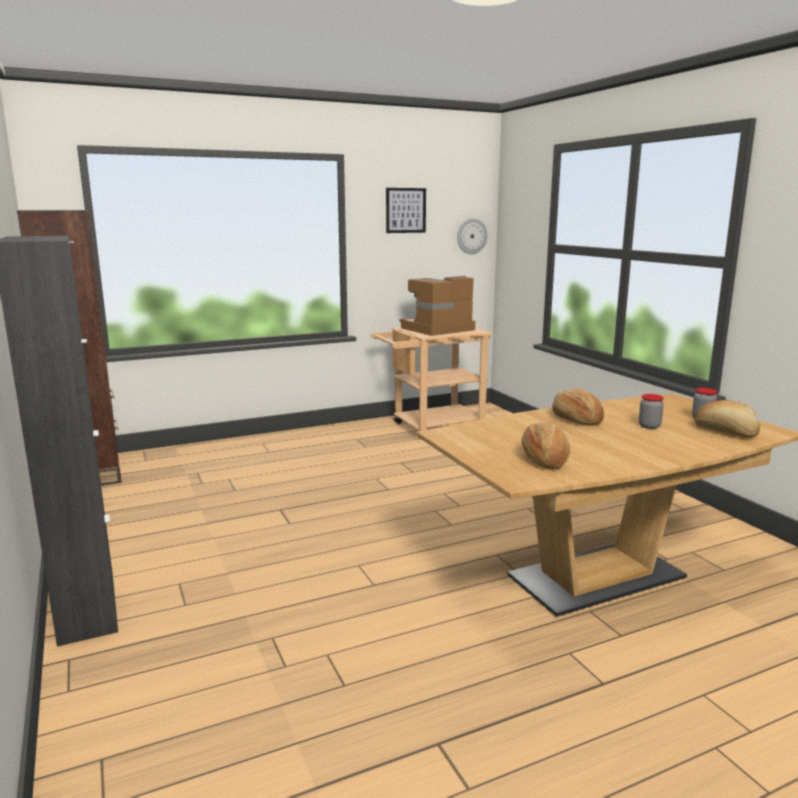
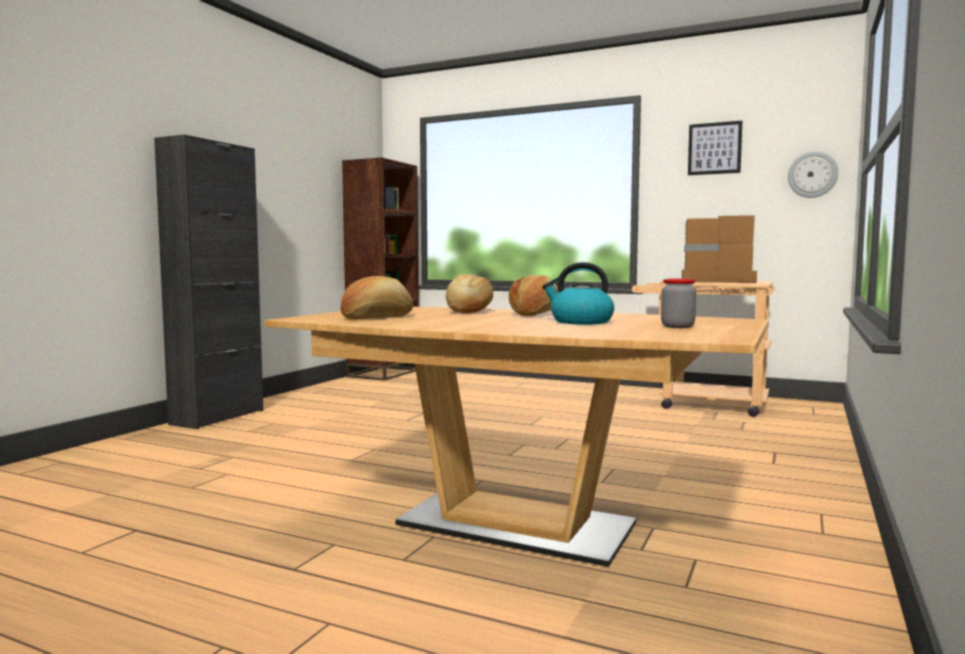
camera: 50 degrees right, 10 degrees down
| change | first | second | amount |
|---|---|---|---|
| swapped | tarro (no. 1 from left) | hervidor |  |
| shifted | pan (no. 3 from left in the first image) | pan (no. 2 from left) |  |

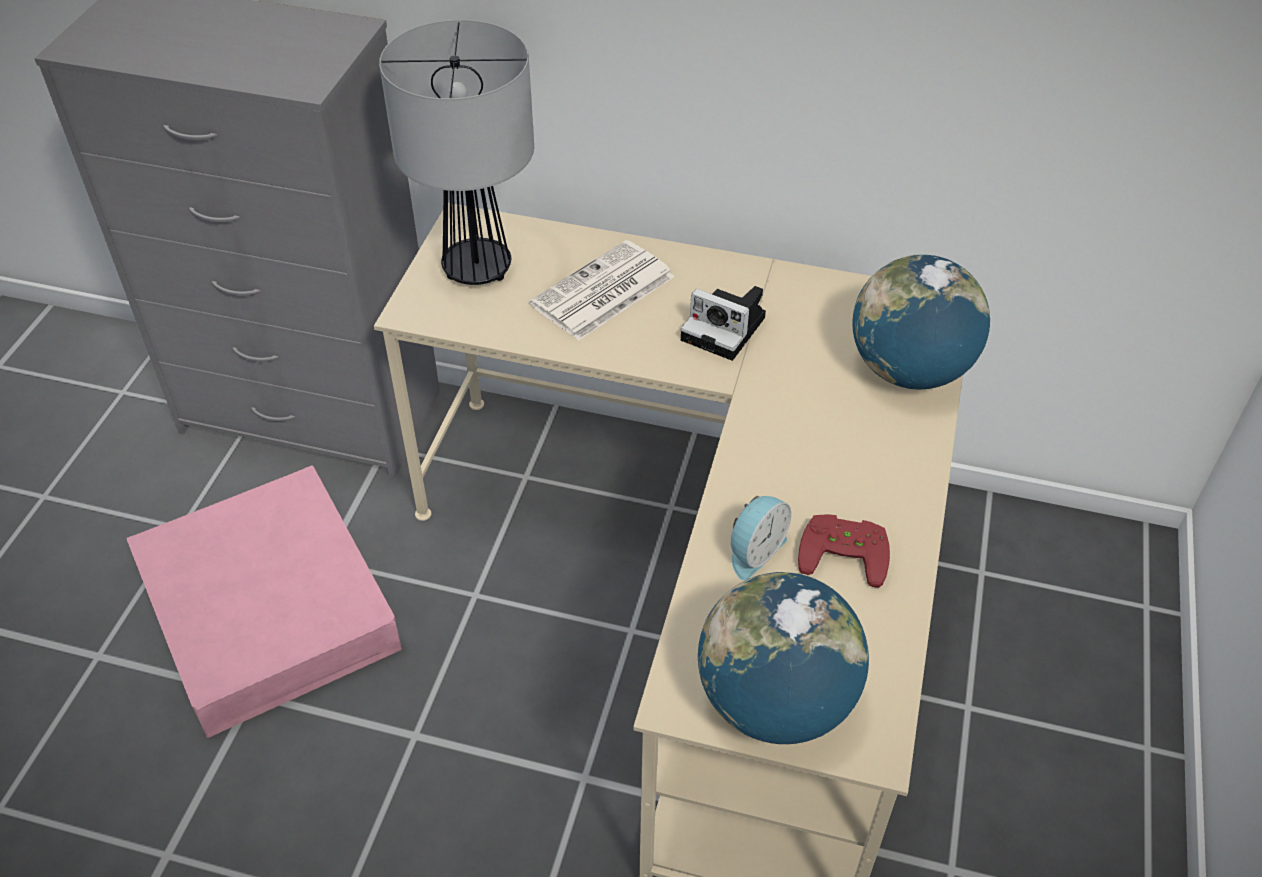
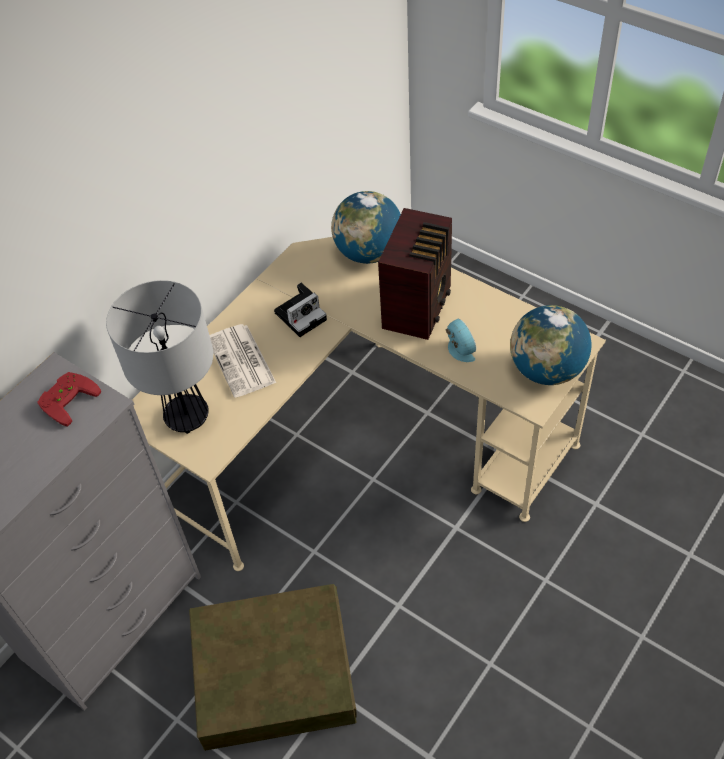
camera: 65 degrees left, 5 degrees up
| change | first | second | amount |
|---|---|---|---|
| repainted | caja de almacenaje [rosa] | caja de almacenaje [marrón] |  |
| shifted | mando de consola [rojo] |  |  |
| new |  | radio |  |

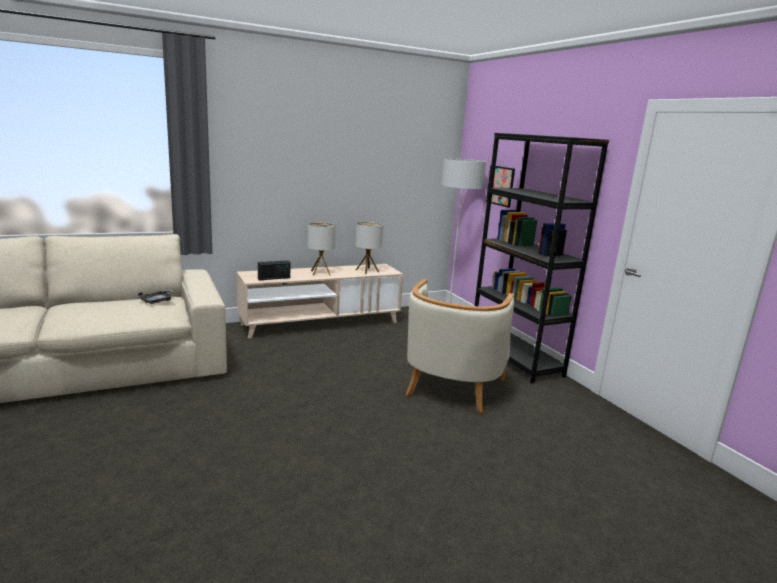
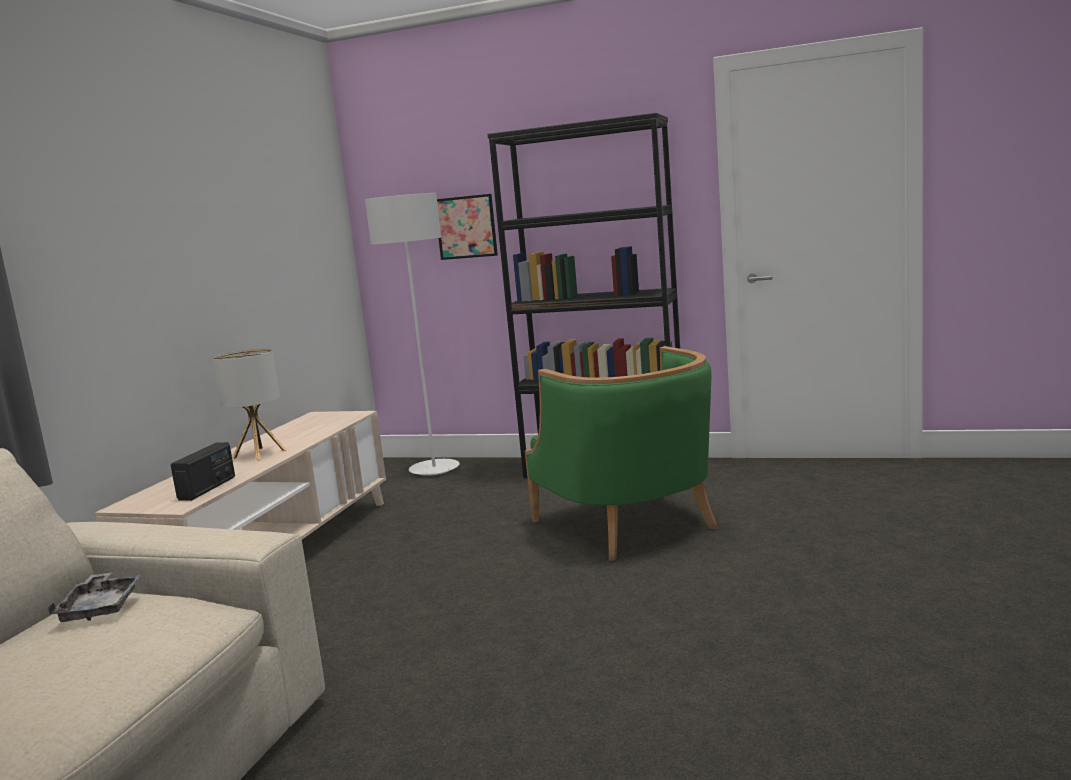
camera: 45 degrees left, 5 degrees down
| change | first | second | amount |
|---|---|---|---|
| gone | lámpara de mesa (no. 2 from left) |  |  |
| repainted | sillón [beis] | sillón [verde] |  |

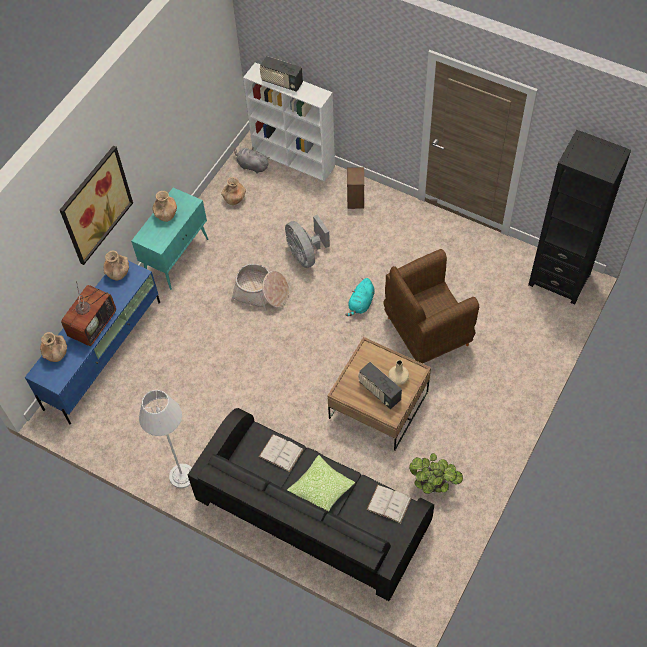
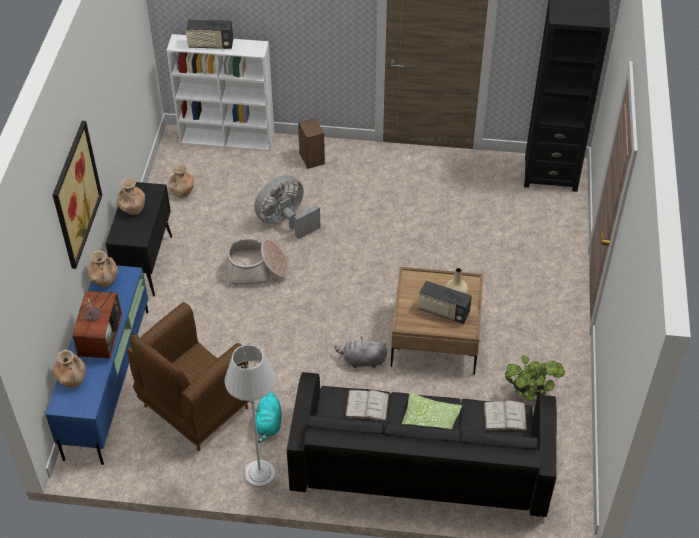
camera: 25 degrees left, 10 degrees down
| change | first | second | amount |
|---|---|---|---|
| repainted | armario [turquesa] | armario [negro] |  |
| shifted | peluche [gris] |  |  |
| rotated | ventilador [gris] |  | 105 degrees clockwise |
| shifted | peluche [turquesa] |  |  |
| shifted | sillón [marrón] |  |  |

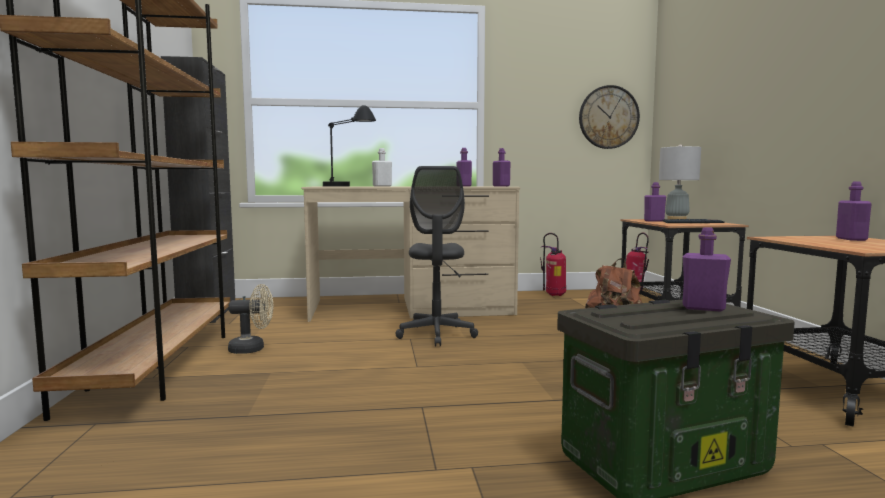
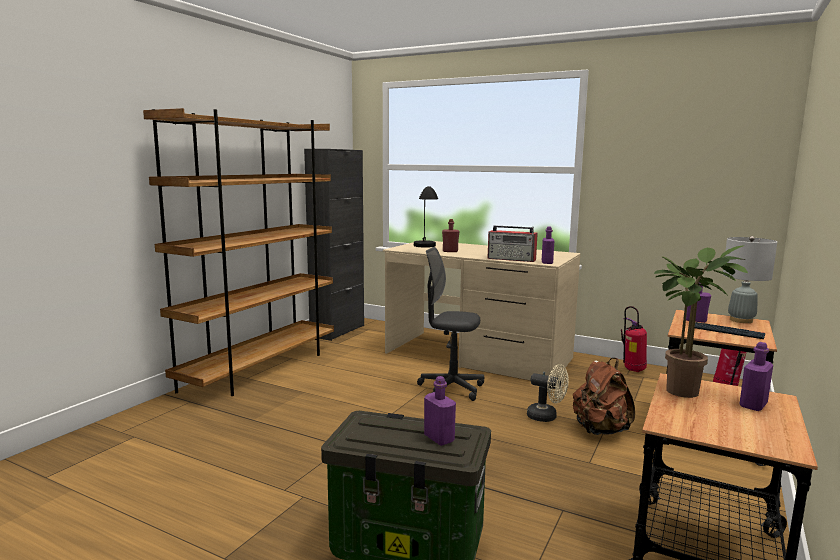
camera: 35 degrees right, 5 degrees up
| change | first | second | amount |
|---|---|---|---|
| shifted | ventilador [beis] |  |  |
| repainted | botella [blanco] | botella [rojo] |  |
| rotated | silla de oficina [gris] |  | 75 degrees clockwise |
| swapped | botella [morado] (no. 1 from left) | radio |  |
| gone | reloj de pared |  |  |
| new |  | planta en maceta |  |

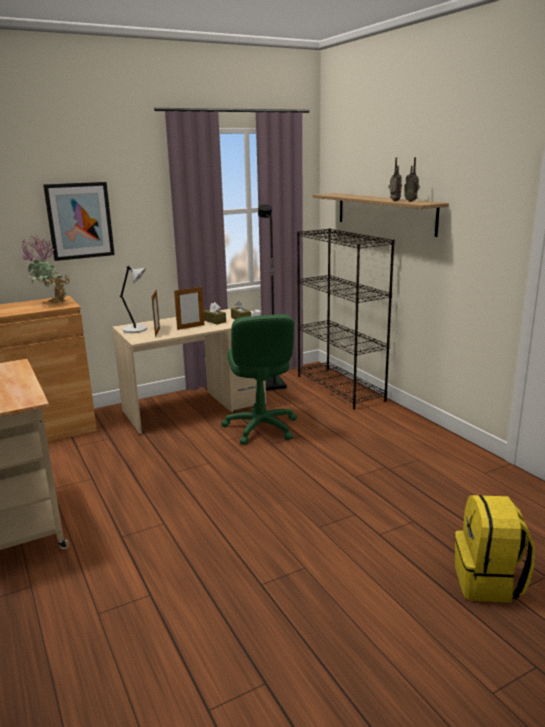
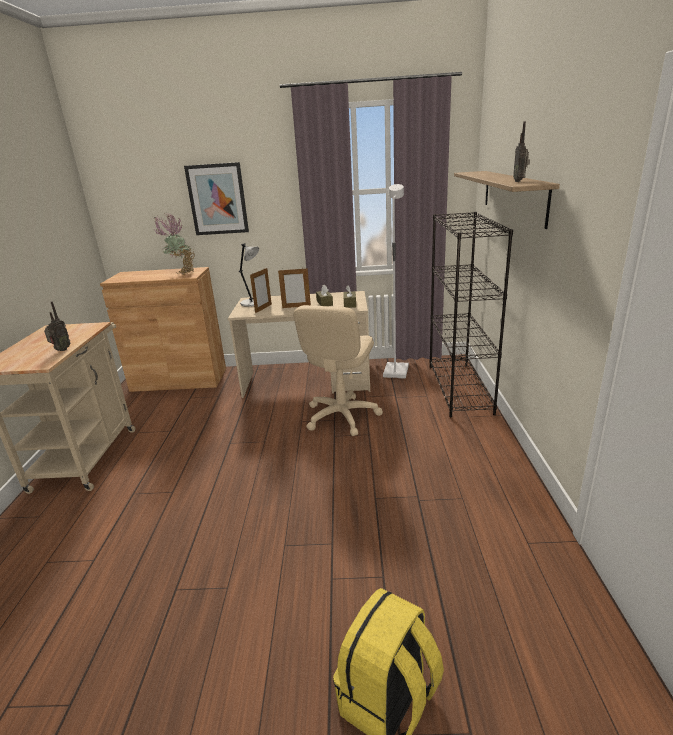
camera: 30 degrees right, 5 degrees up
| change | first | second | amount |
|---|---|---|---|
| repainted | silla de oficina [verde] | silla de oficina [beis] |  |
| repainted | lámpara de pie [negro] | lámpara de pie [blanco] |  |
| shifted | radio (no. 1 from left) |  |  |

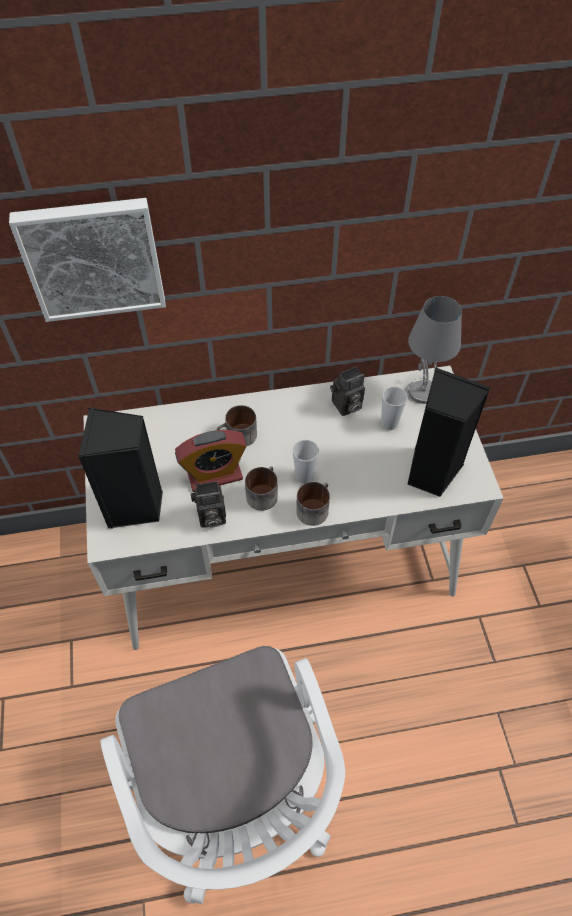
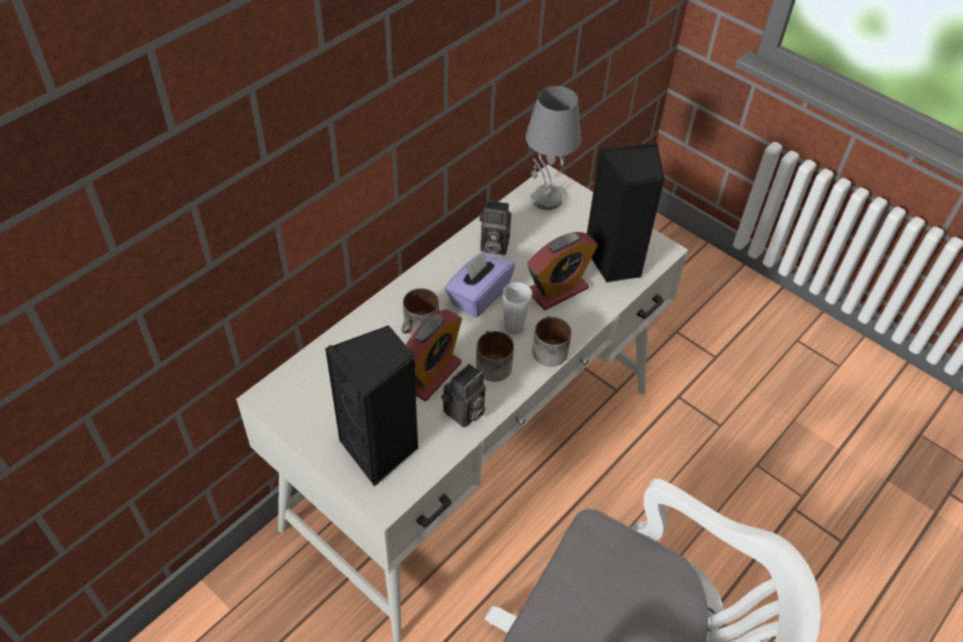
camera: 40 degrees left, 5 degrees down
| change | first | second | amount |
|---|---|---|---|
| gone | cuadro |  |  |
| rotated | cámara (no. 2 from left) |  | 75 degrees clockwise |
| gone | taza (no. 2 from left) |  |  |
| new |  | caja de pañuelos [morado] |  |
| new |  | despertador (no. 2 from left) |  |

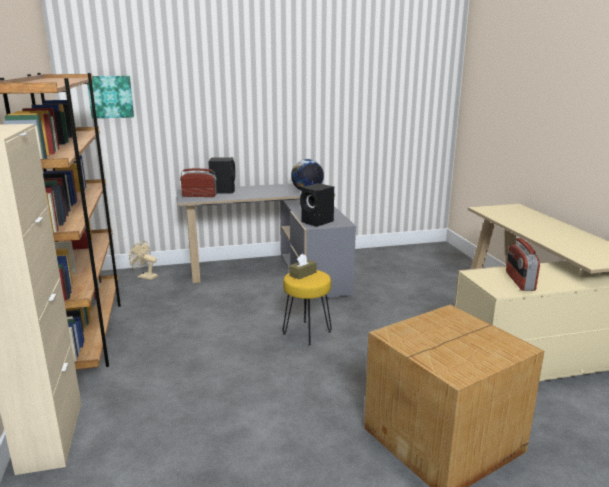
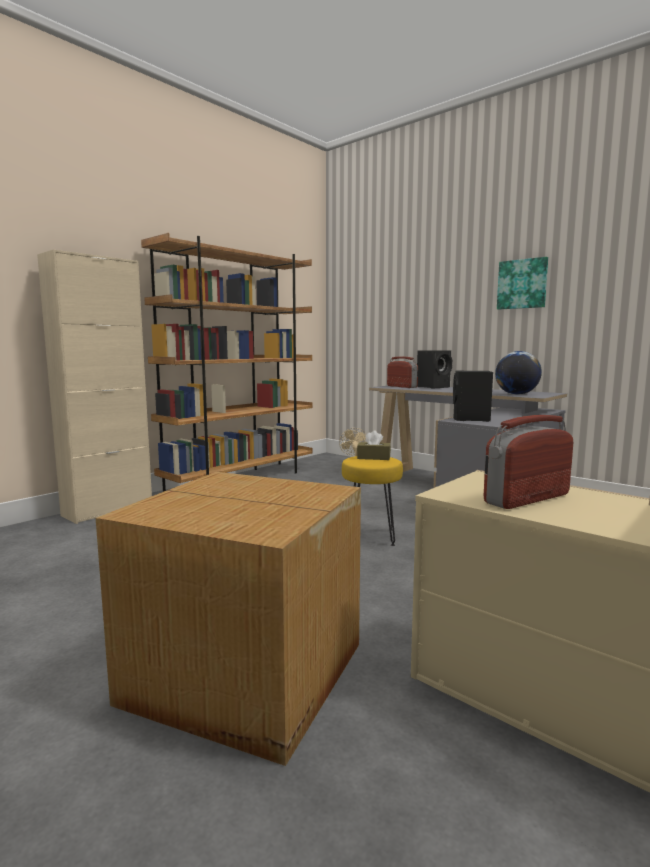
camera: 55 degrees right, 10 degrees down
| change | first | second | amount |
|---|---|---|---|
| shifted | cuadro |  |  |

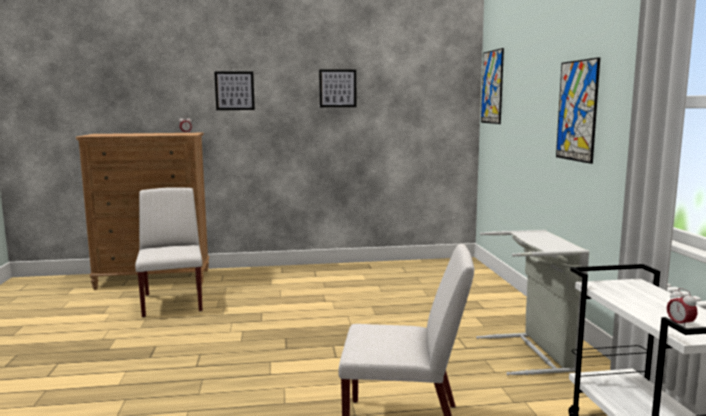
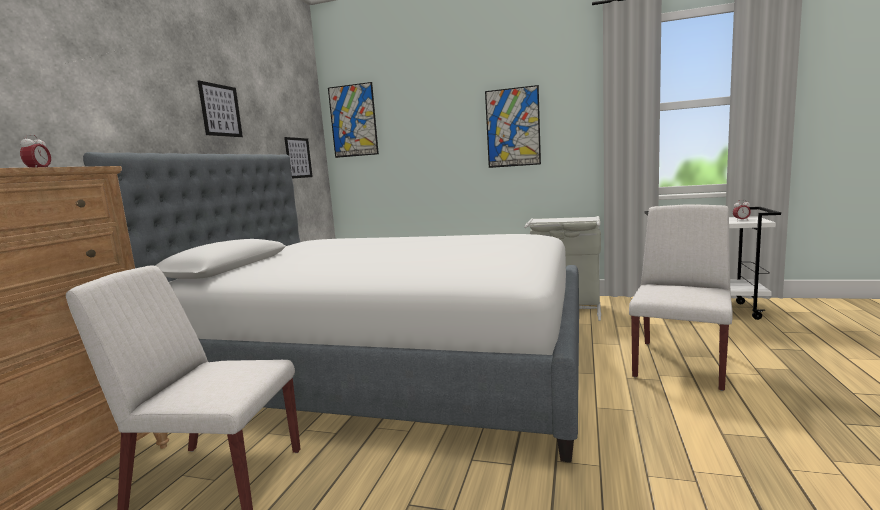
camera: 65 degrees left, 0 degrees up
| change | first | second | amount |
|---|---|---|---|
| shifted | cuadro (no. 1 from left in the first image) | cuadro (no. 2 from left) |  |
| new |  | cama |  |

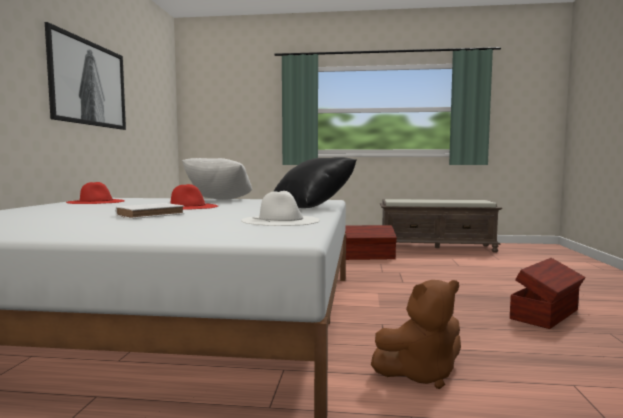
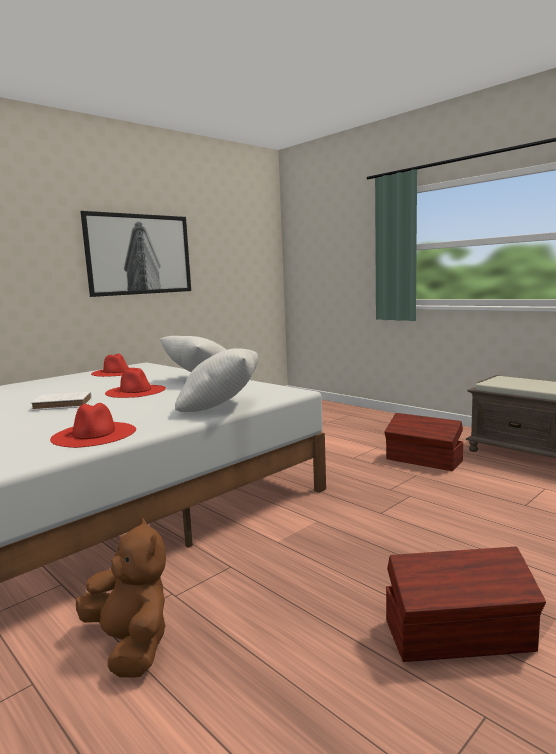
camera: 40 degrees right, 5 degrees up
| change | first | second | amount |
|---|---|---|---|
| repainted | sombrero [blanco] | sombrero [rojo] (no. 1 from left) |  |
| repainted | cojín [negro] | cojín [blanco] (no. 2 from left) |  |
| rotated | peluche [marrón] |  | 150 degrees counterclockwise |

